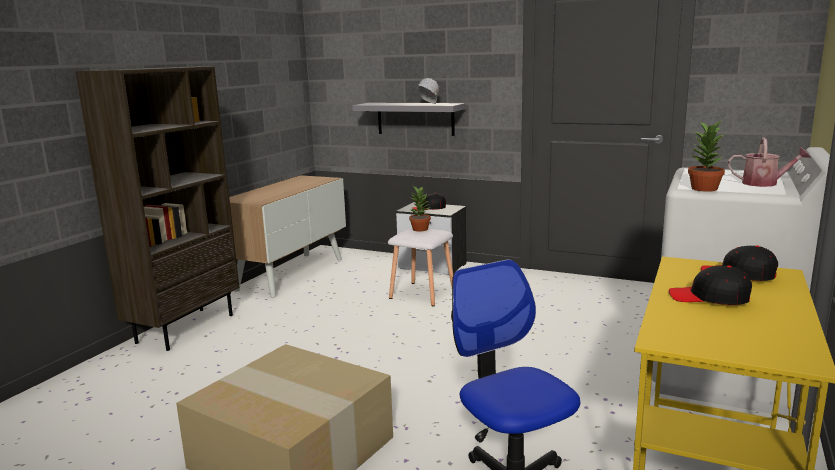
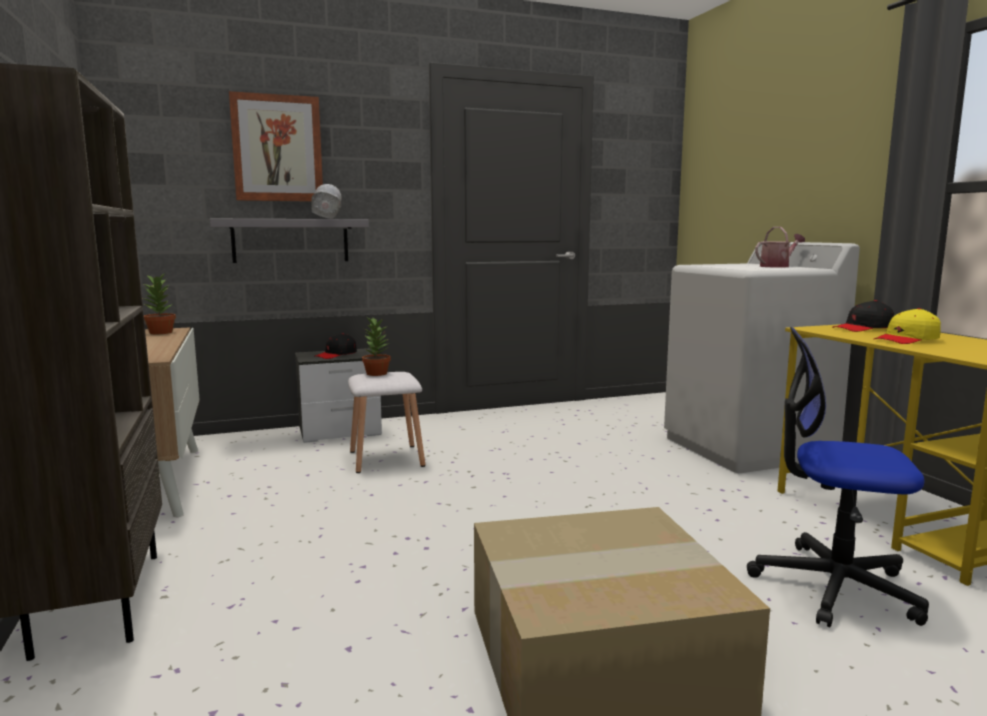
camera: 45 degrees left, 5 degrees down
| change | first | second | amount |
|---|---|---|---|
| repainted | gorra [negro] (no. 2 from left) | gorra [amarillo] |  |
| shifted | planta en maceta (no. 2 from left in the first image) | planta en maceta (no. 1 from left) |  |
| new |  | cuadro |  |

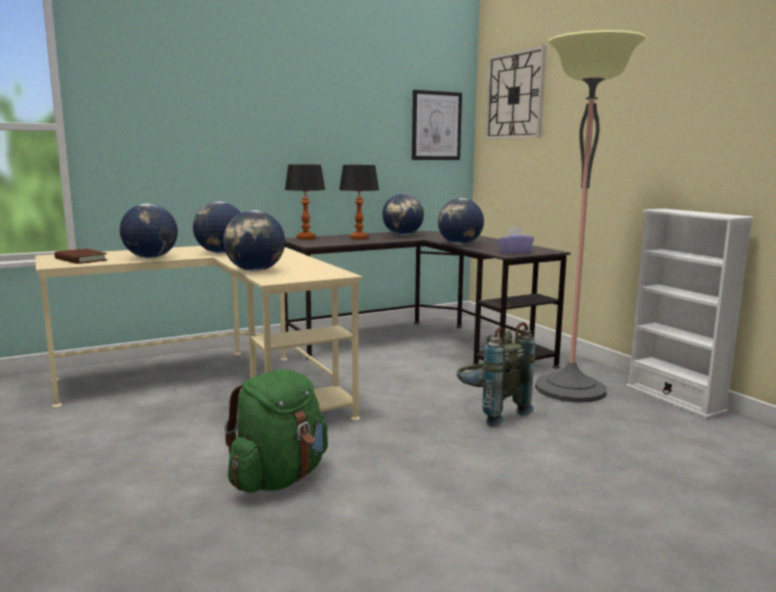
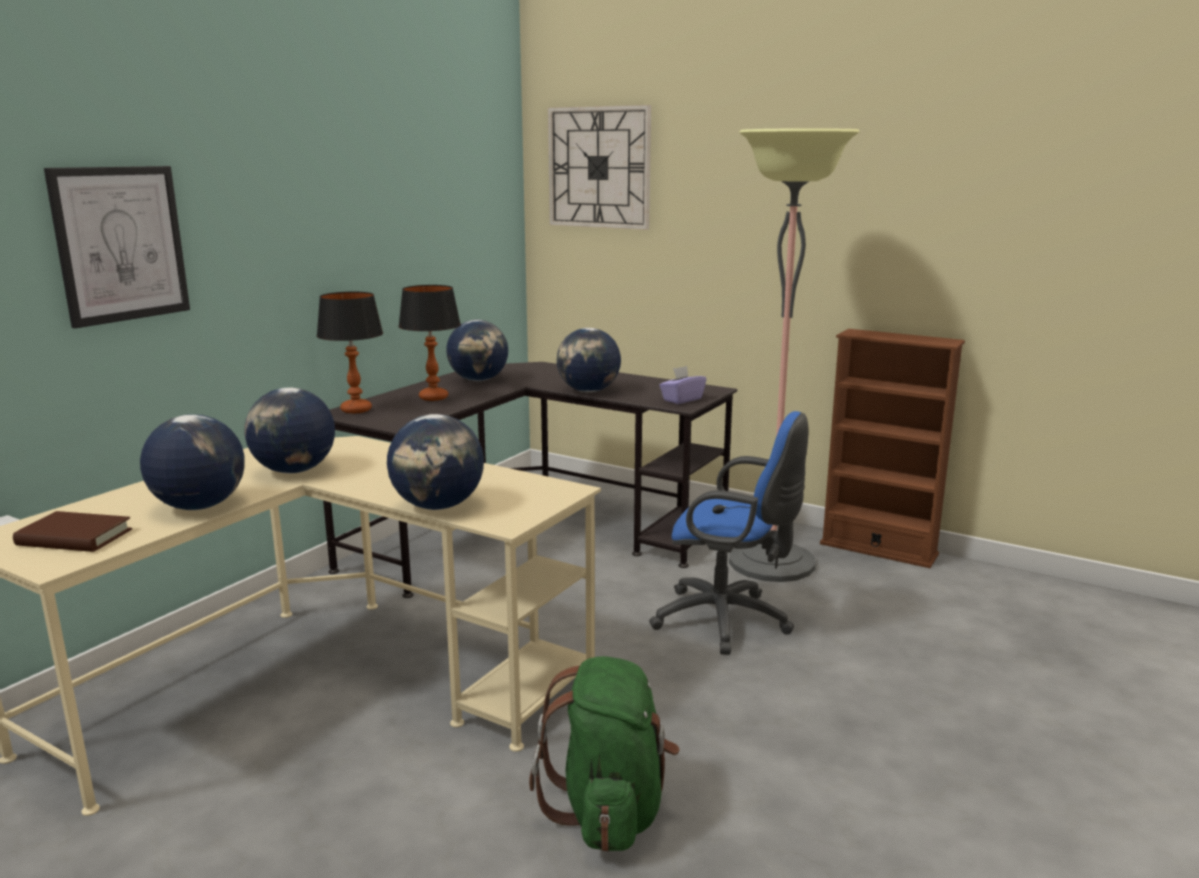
camera: 30 degrees left, 5 degrees up
| change | first | second | amount |
|---|---|---|---|
| shifted | cuadro |  |  |
| swapped | mochila [gris] | silla de oficina [azul] |  |
| repainted | estantería [blanco] | estantería [marrón] |  |

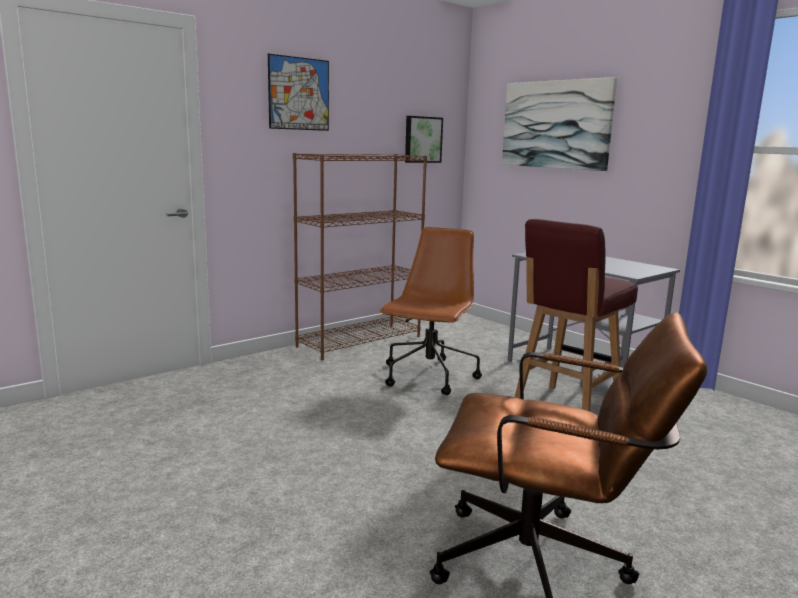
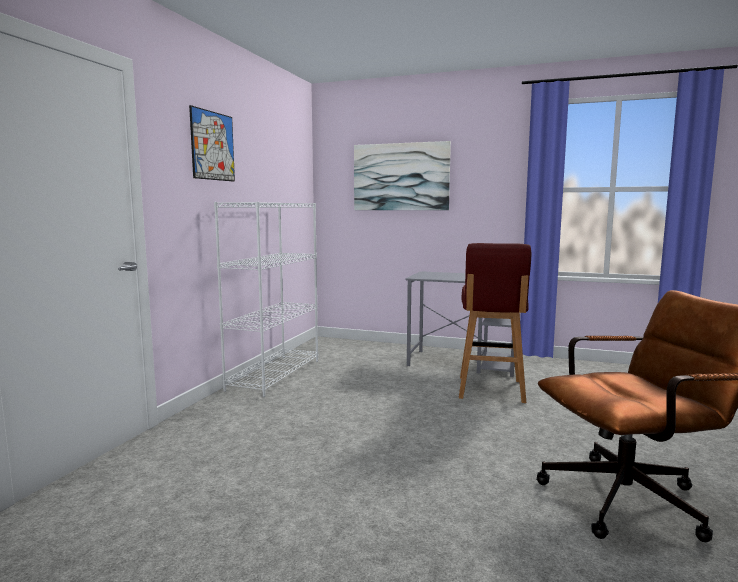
camera: 30 degrees left, 5 degrees down
| change | first | second | amount |
|---|---|---|---|
| repainted | estantería [marrón] | estantería [blanco] |  |
| gone | silla de oficina [marrón] (no. 1 from left) |  |  |
| gone | cuadro (no. 2 from left) |  |  |

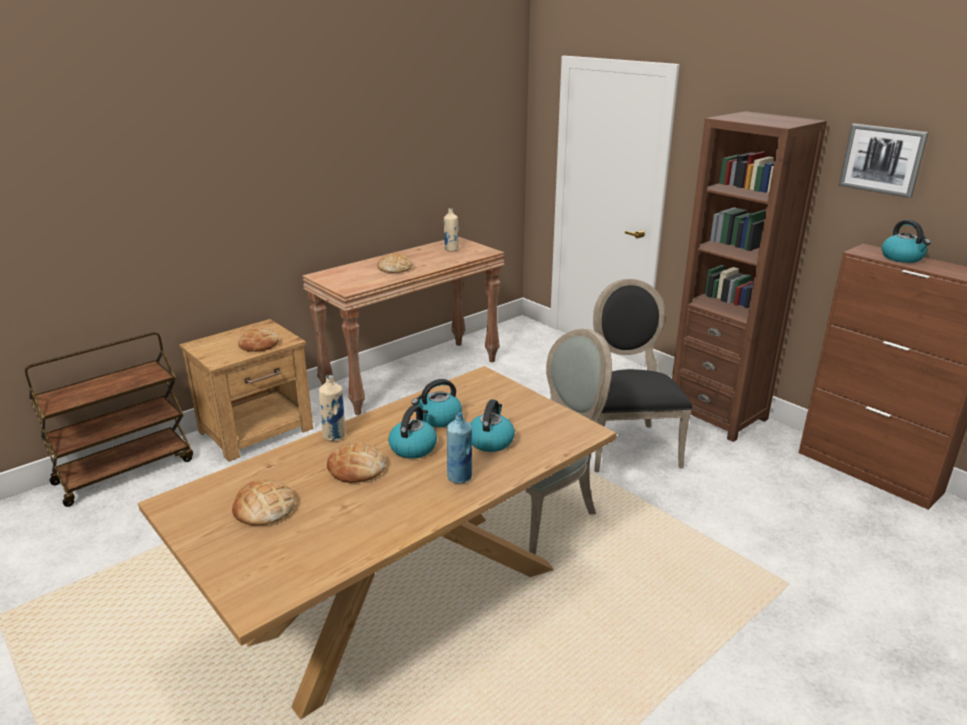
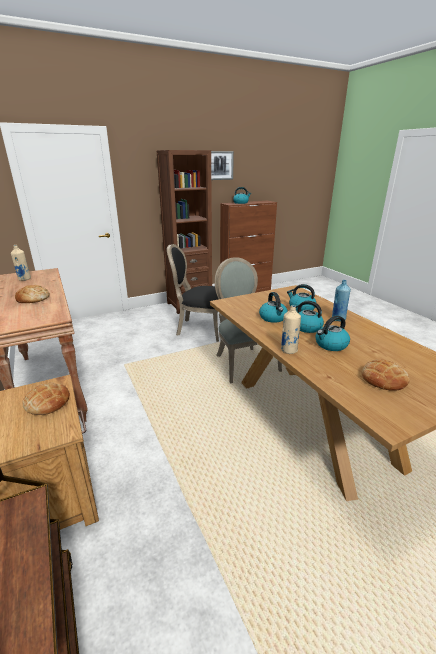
camera: 75 degrees left, 0 degrees up
| change | first | second | amount |
|---|---|---|---|
| swapped | pan (no. 3 from left) | hervidor (no. 5 from left) |  |

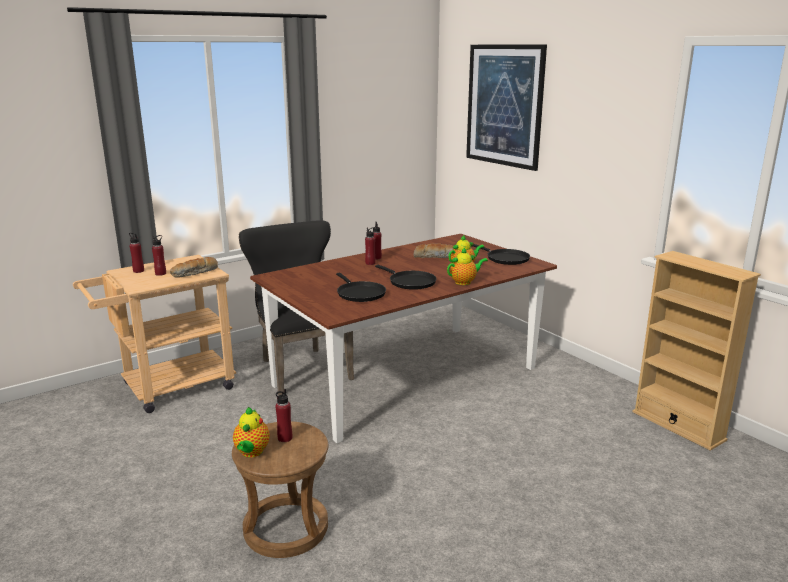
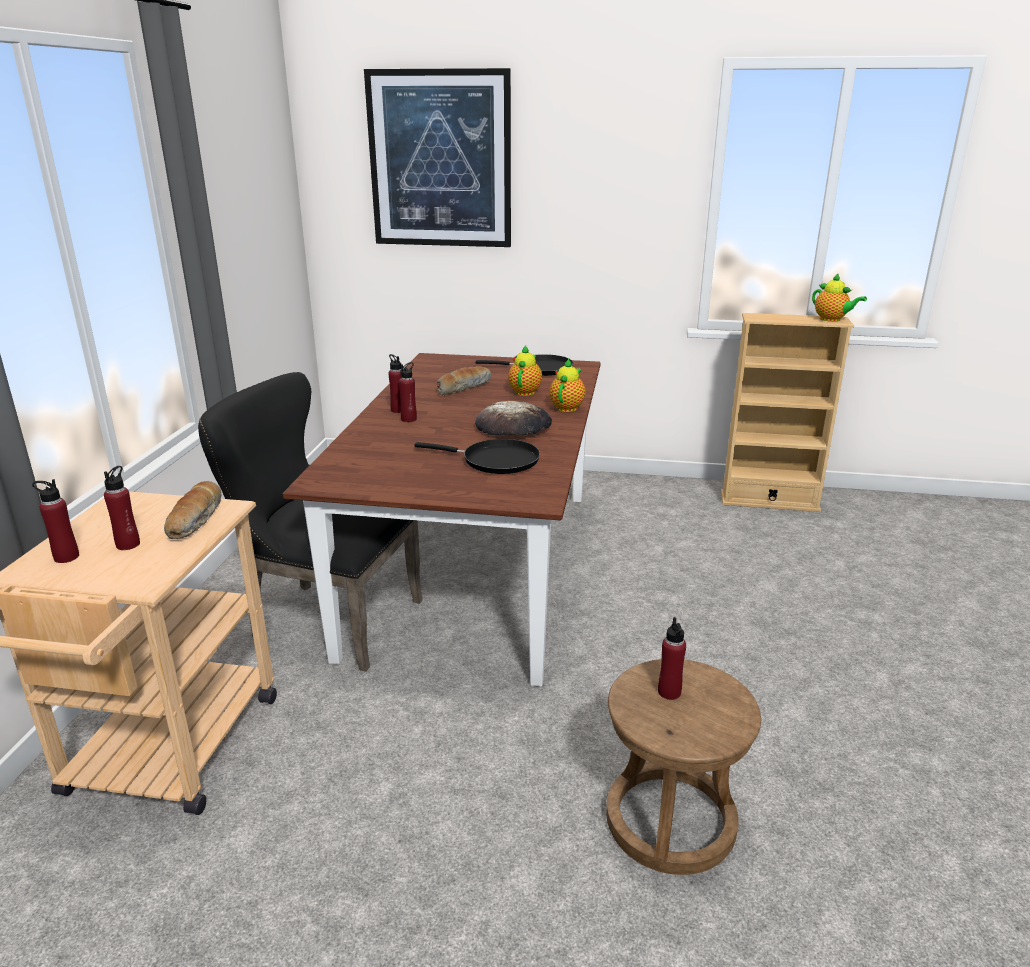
camera: 45 degrees left, 5 degrees up
| change | first | second | amount |
|---|---|---|---|
| shifted | tetera (no. 1 from left in the first image) | tetera (no. 3 from left) |  |
| swapped | sartén [negro] (no. 2 from left) | pan (no. 3 from left) |  |

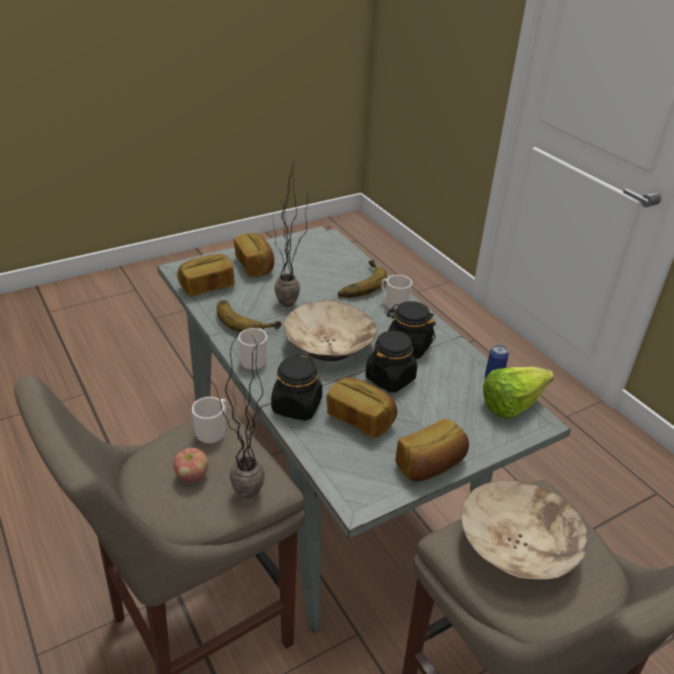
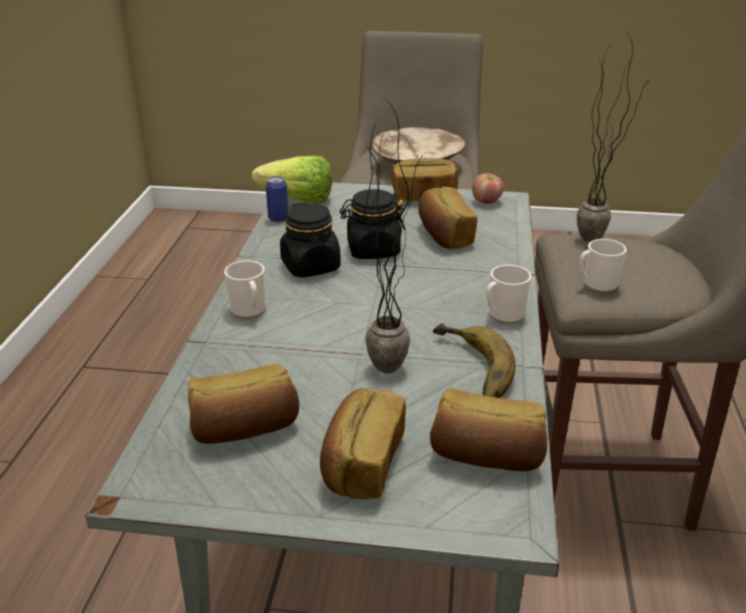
camera: 140 degrees left, 5 degrees down
| change | first | second | amount |
|---|---|---|---|
| shifted | manzana |  |  |
| gone | tarro [negro] (no. 1 from left) |  |  |
| gone | cuenco [beis] (no. 1 from left) |  |  |
| gone | plátano (no. 2 from left) |  |  |
| new |  | pan (no. 1 from left) |  |

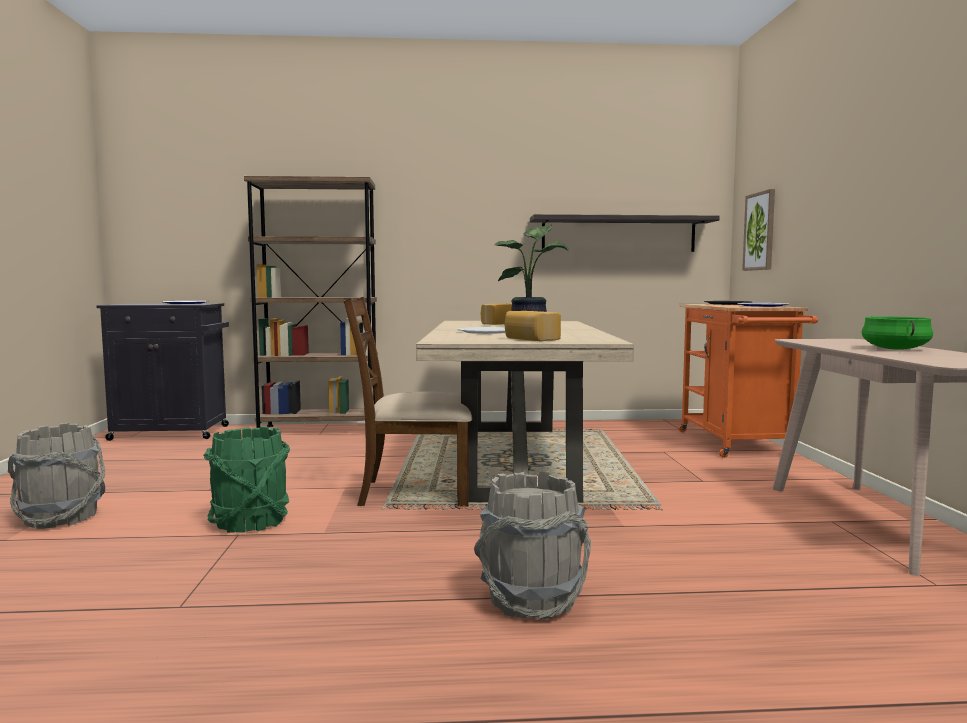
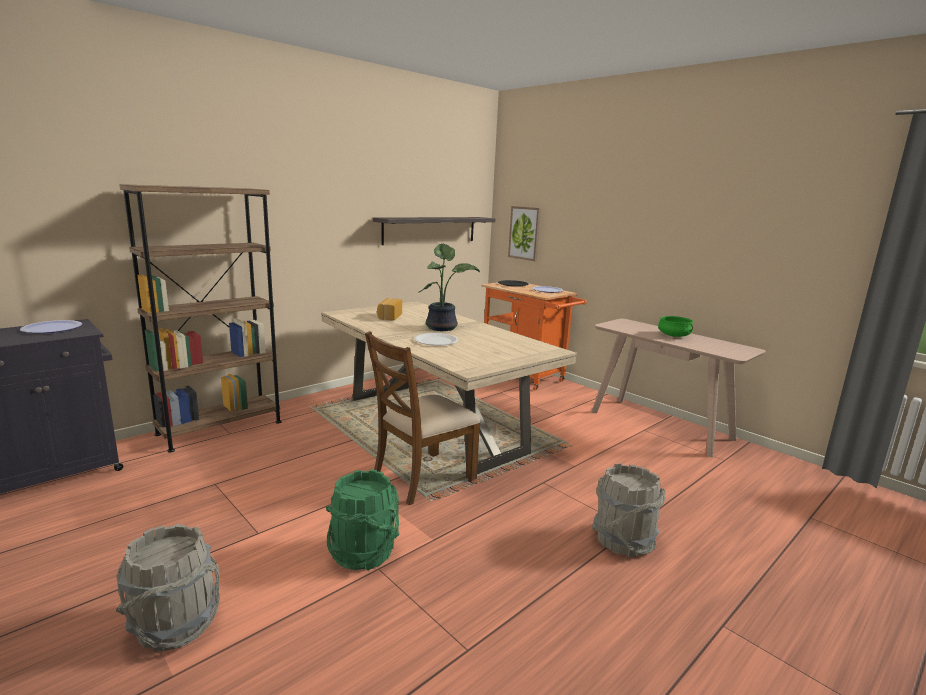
camera: 40 degrees left, 10 degrees up
| change | first | second | amount |
|---|---|---|---|
| gone | pan (no. 2 from left) |  |  |

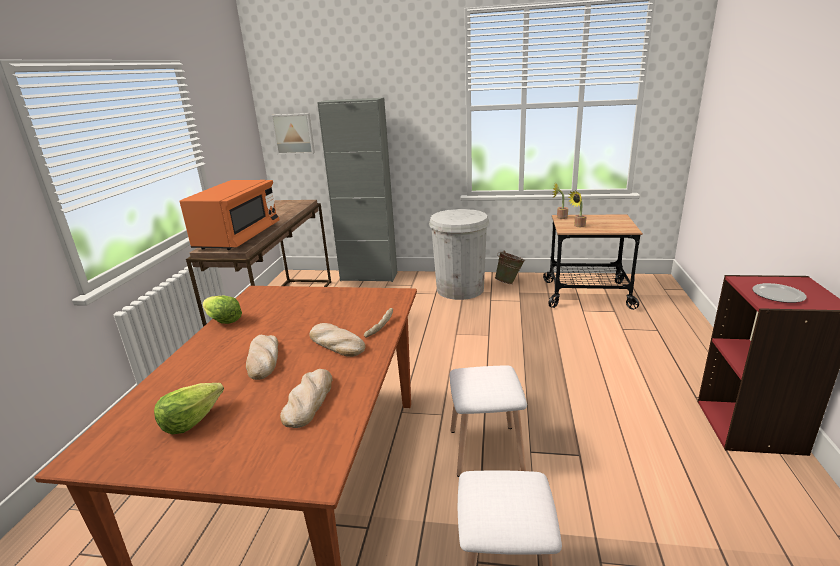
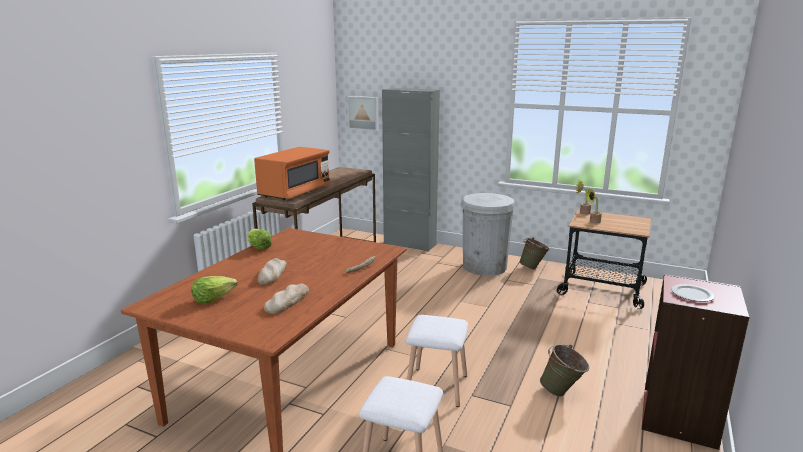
camera: 15 degrees right, 5 degrees down
| change | first | second | amount |
|---|---|---|---|
| gone | pan (no. 3 from left) |  |  |
| new |  | cubo [verde] (no. 2 from left) |  |

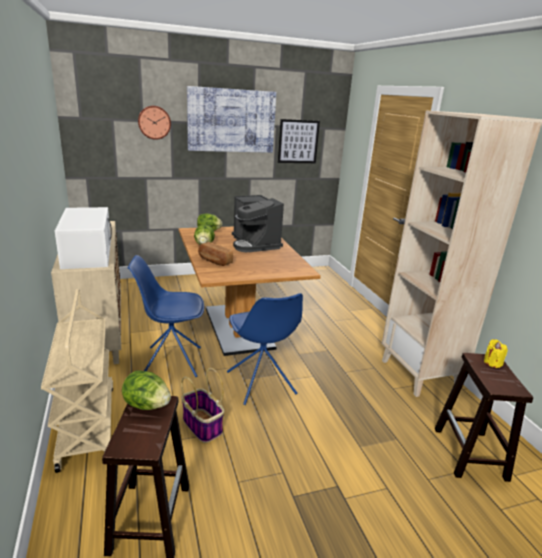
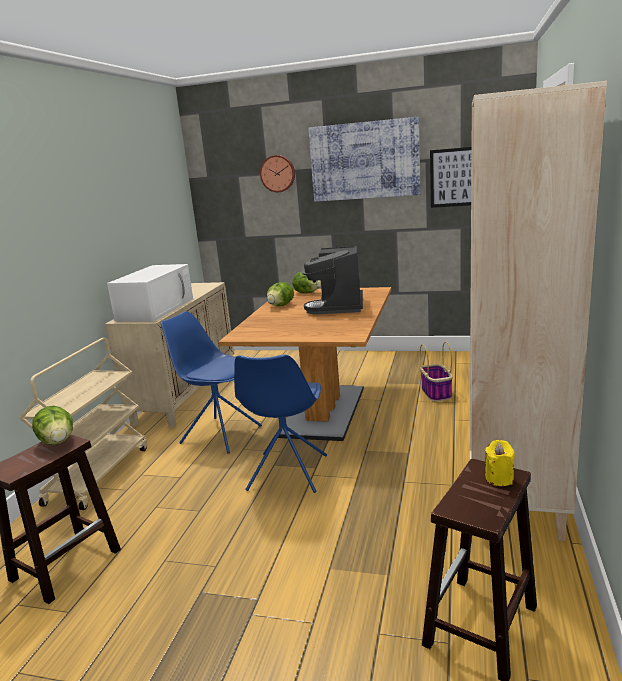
camera: 35 degrees right, 5 degrees down
| change | first | second | amount |
|---|---|---|---|
| shifted | cesta |  |  |
| gone | pan |  |  |

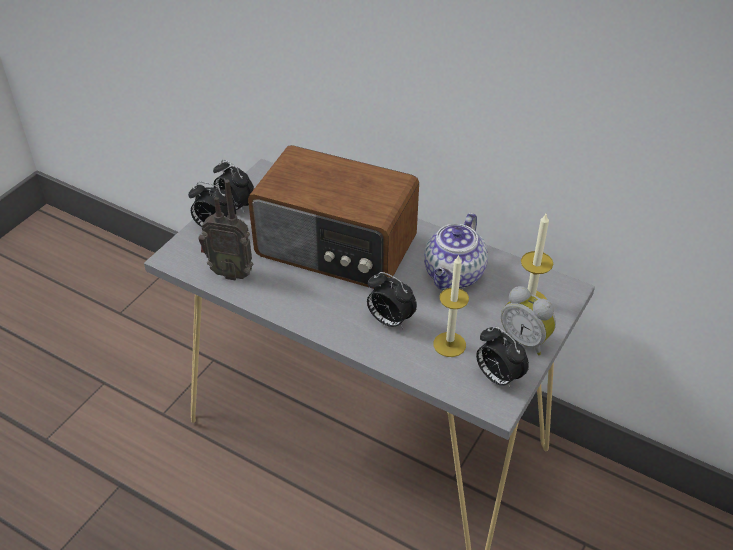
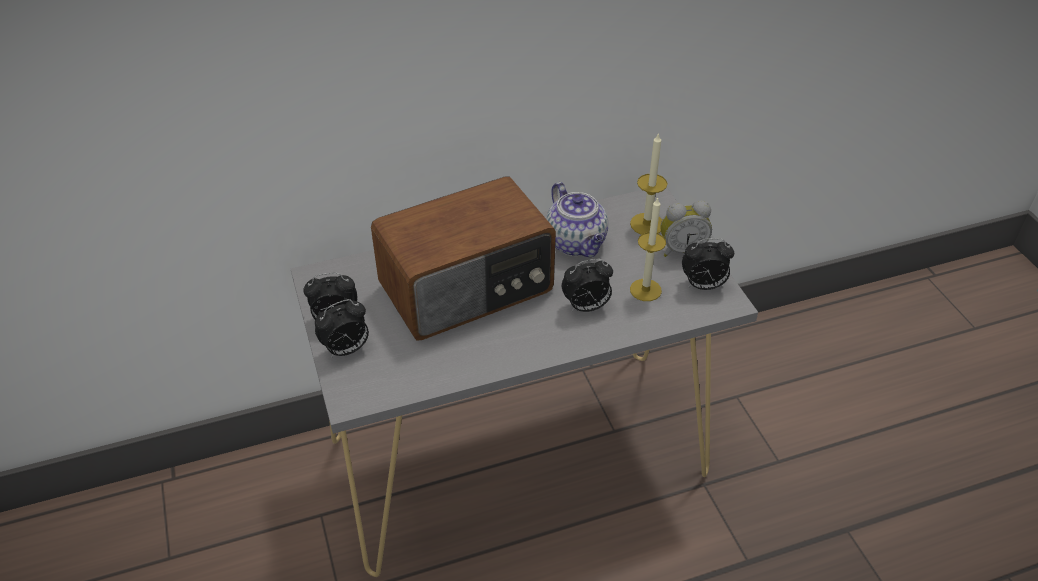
camera: 50 degrees left, 0 degrees up
| change | first | second | amount |
|---|---|---|---|
| gone | radio (no. 1 from left) |  |  |

